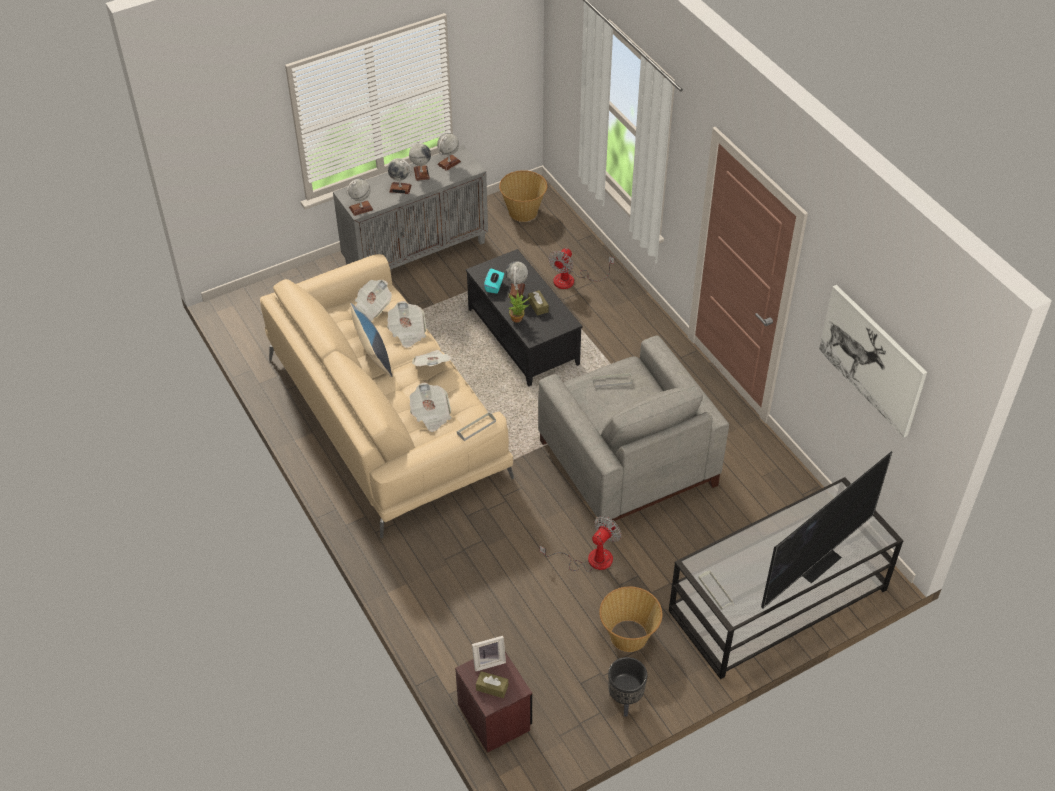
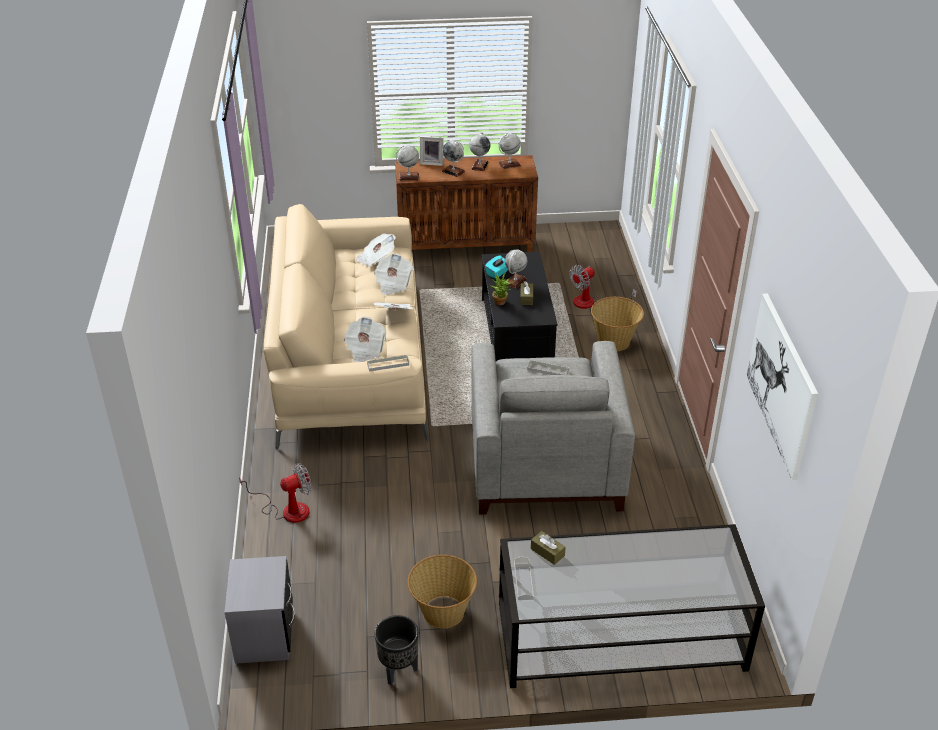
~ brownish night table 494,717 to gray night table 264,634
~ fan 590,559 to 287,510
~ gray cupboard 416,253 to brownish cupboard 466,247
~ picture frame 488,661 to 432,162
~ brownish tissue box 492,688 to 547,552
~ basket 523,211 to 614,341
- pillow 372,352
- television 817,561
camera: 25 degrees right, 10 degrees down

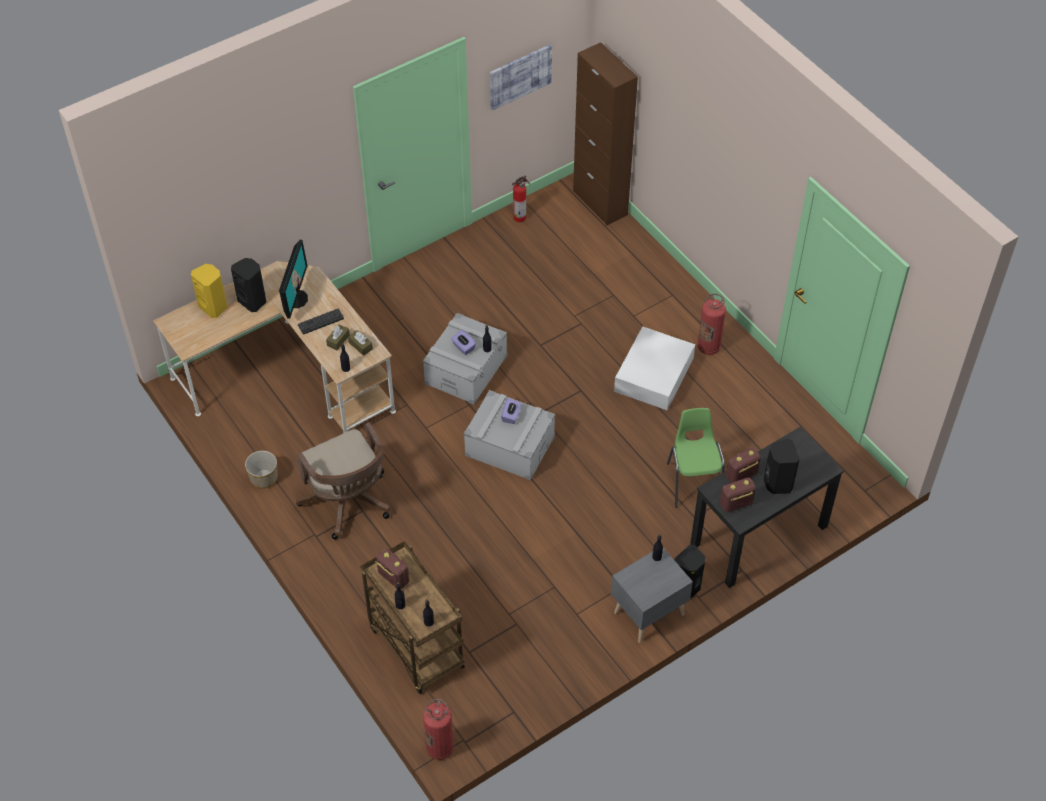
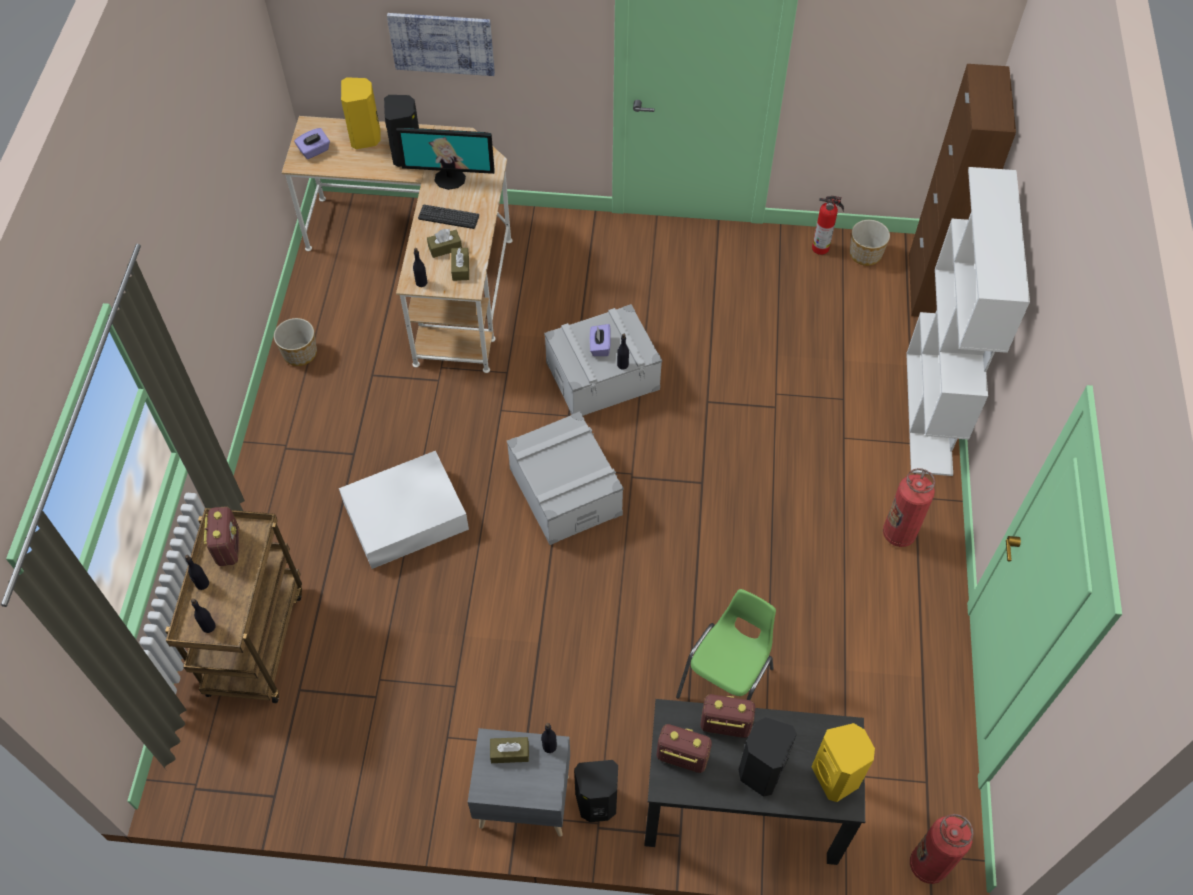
~ purple-coloured tissue box 511,416 to 314,151
~ white-coloured storage container 654,374 to 407,516
~ wall picture 520,76 to 442,43
~ computer screen 296,299 = 450,178 45 degrees clockwise
+ brownish tissue box 509,753
+ yellow-coloured audio speaker 837,776
+ flower pot 865,254
+ white-coloured bookshelf 929,413
~ extinguisher 440,748 to 928,865
- brownish computer chair 348,503
camera: 40 degrees right, 5 degrees up

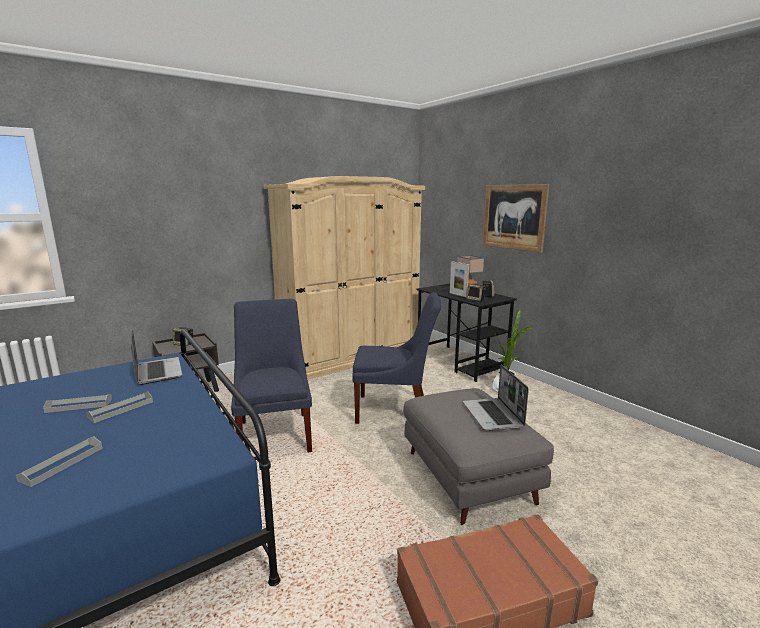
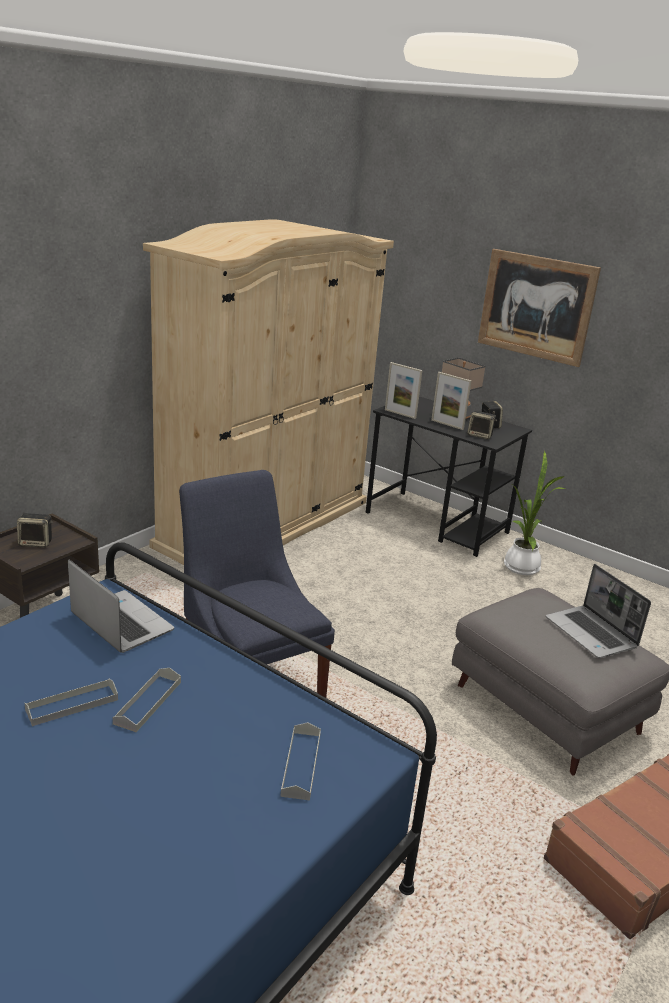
~ gray carrying tray 62,463 to 301,764
+ picture frame 400,414
- bluish upright chair 396,410
camera: 20 degrees left, 10 degrees up

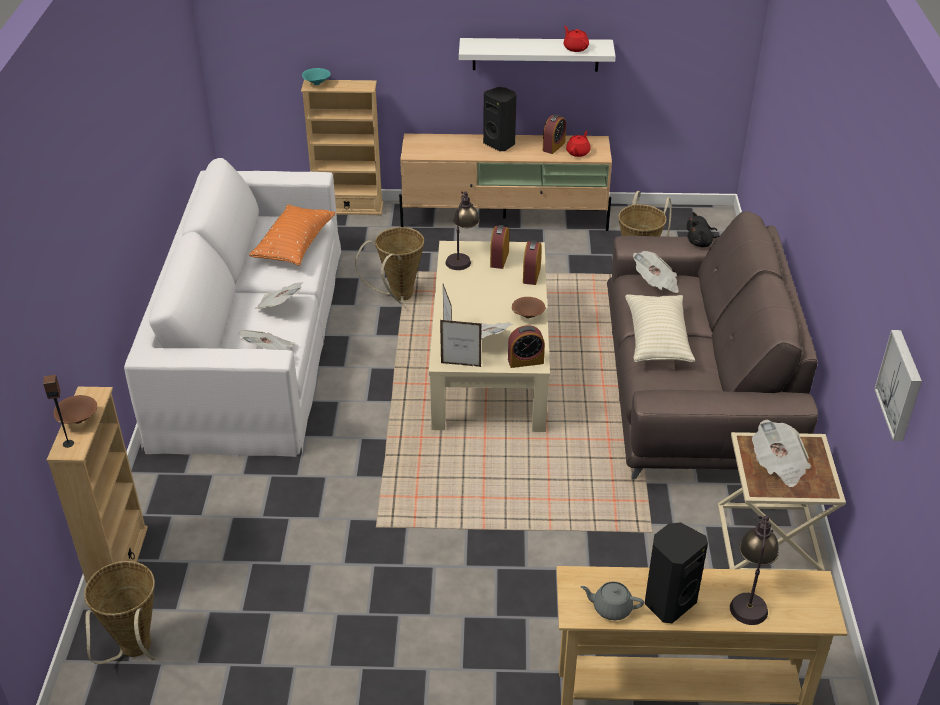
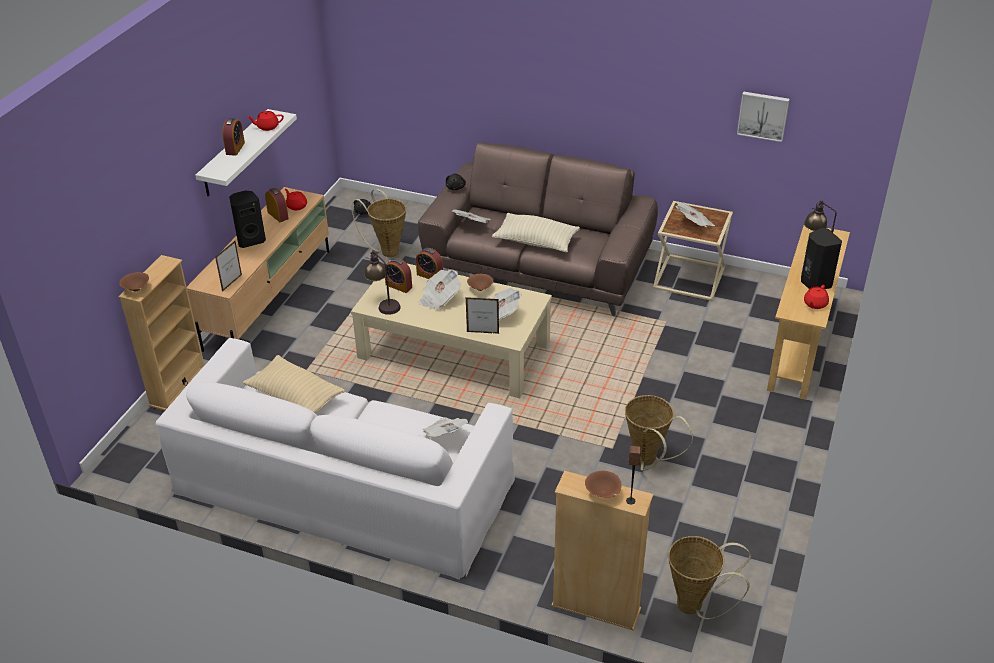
~ turquoise deep dish 316,84 to brownish deep dish 136,290
~ picture frame 461,365 to 232,283
~ table clock 525,361 to 235,148
~ orangey pillow 294,245 to sand-coloured pillow 295,396
~ printed paper 280,306 to 439,299
~ basket 397,297 to 648,462
~ gray tea pot 611,608 to red tea pot 815,304
camera: 70 degrees left, 0 degrees up

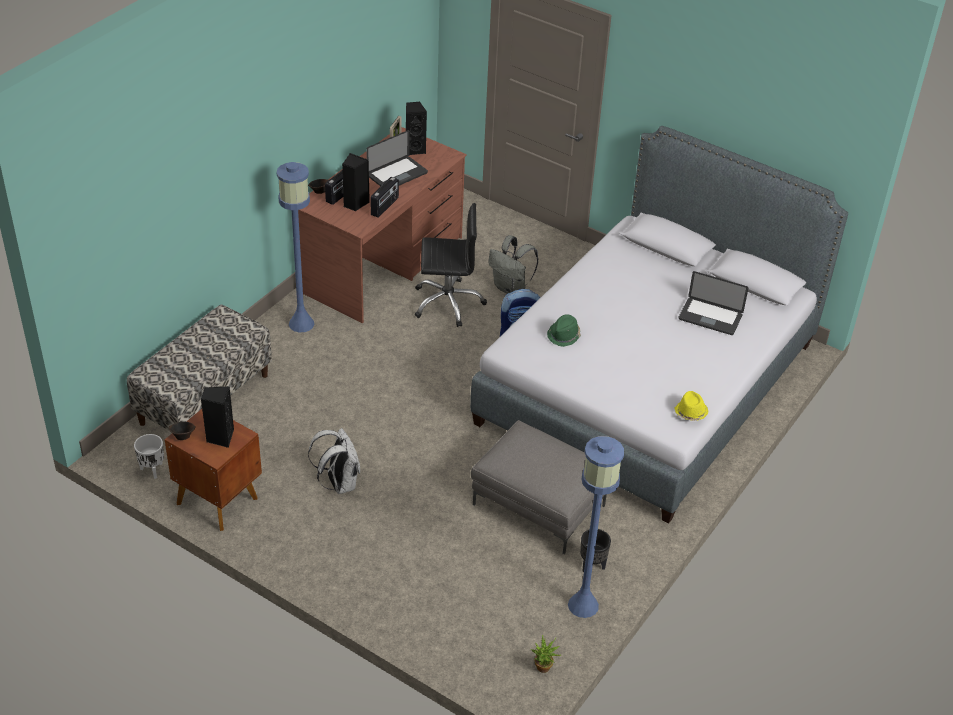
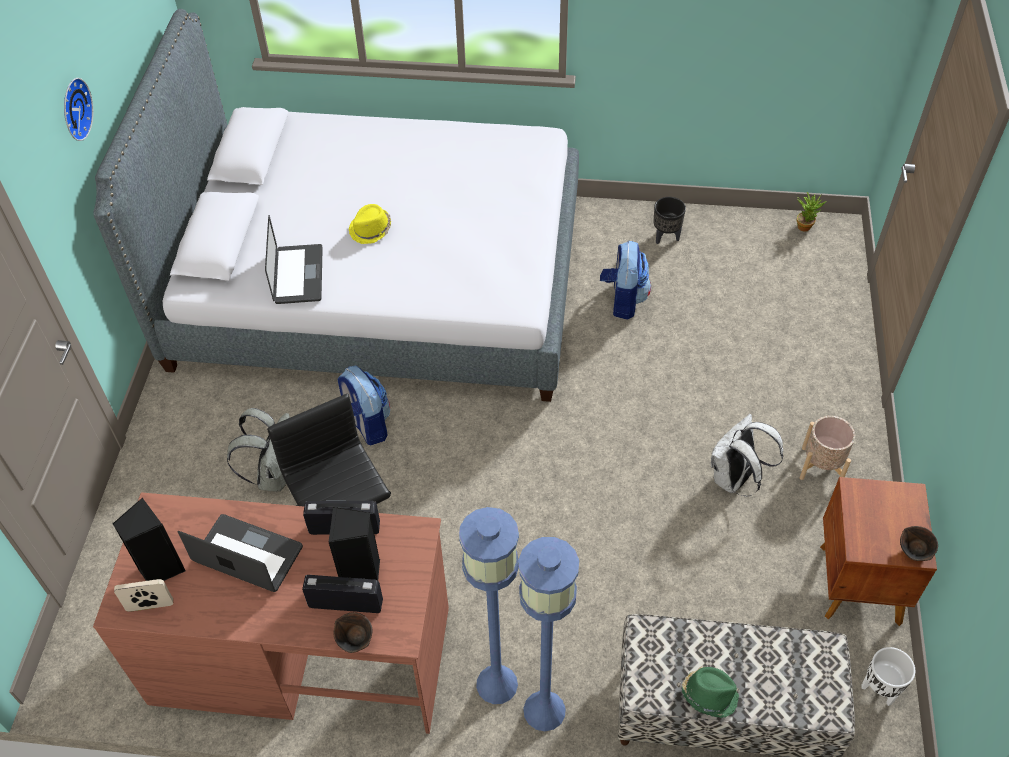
+ clock on the wall 73,109
~ laptop 710,317 to 298,275
~ yellow-coloured clothing hat 690,413 to 371,230
~ bluish standard lamp 583,605 to 545,710
~ gray footrest 540,505 to backpack 623,300
~ greenish clothing hat 564,335 to 709,694
+ sand-coloured flower pot 821,466
- blackish audio speaker 220,437
camera: 115 degrees left, 10 degrees up

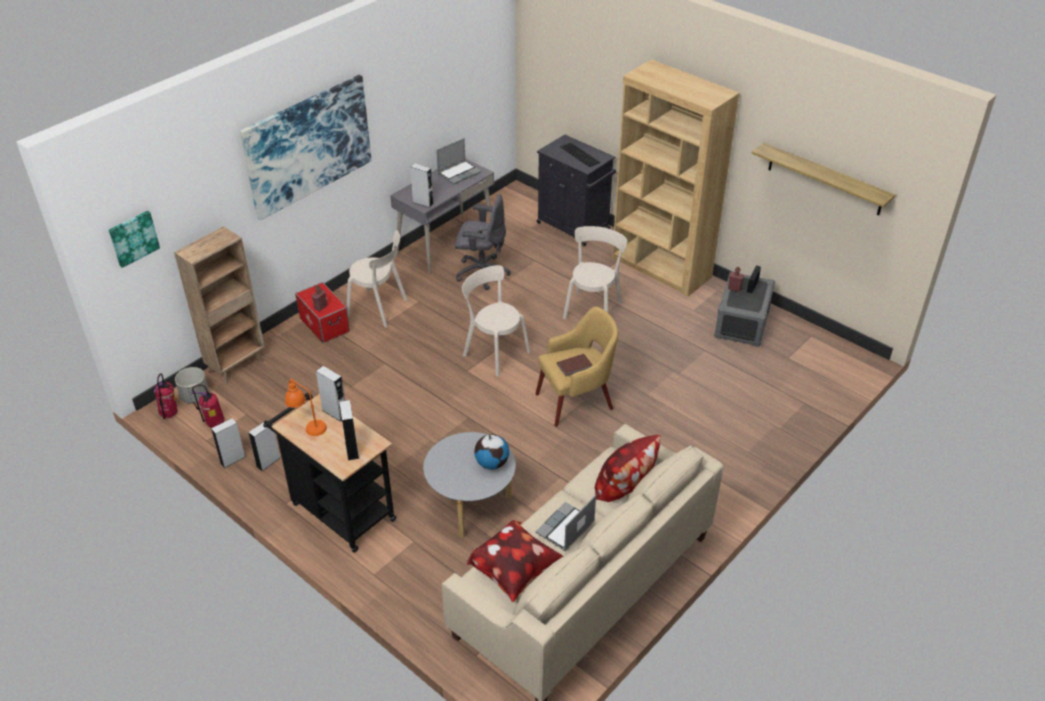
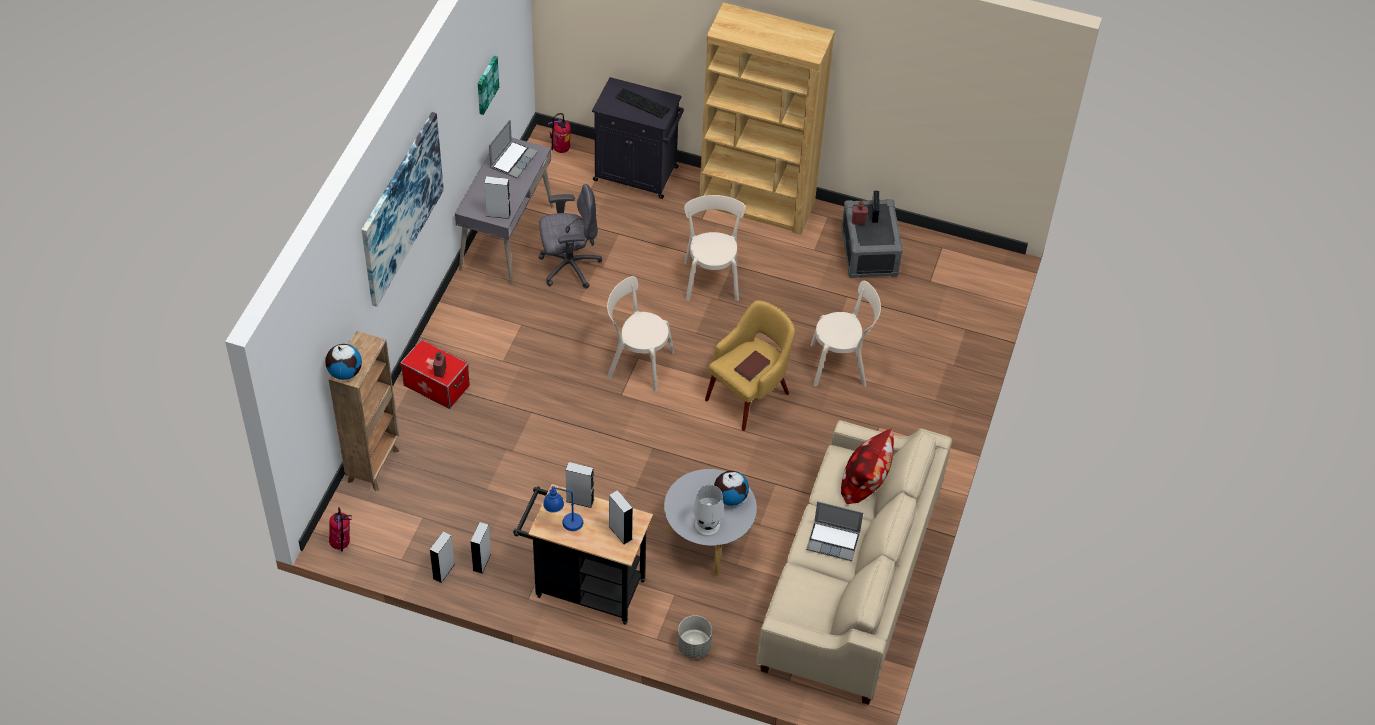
+ world globe 345,372
~ wall picture 133,238 to 486,84
~ orangey tabletop lamp 307,426 to bluish tabletop lamp 563,523
~ extinguisher 214,424 to 561,150
~ gray flower pot 195,397 to 694,646
+ white-coloured tabletop lamp 707,525
~ laptop 565,528 = 834,541 90 degrees counterclockwise
~ sand-coloured upright chair 379,308 to 842,365
- pillow 516,573
- shelf 825,179
camera: 25 degrees left, 10 degrees up

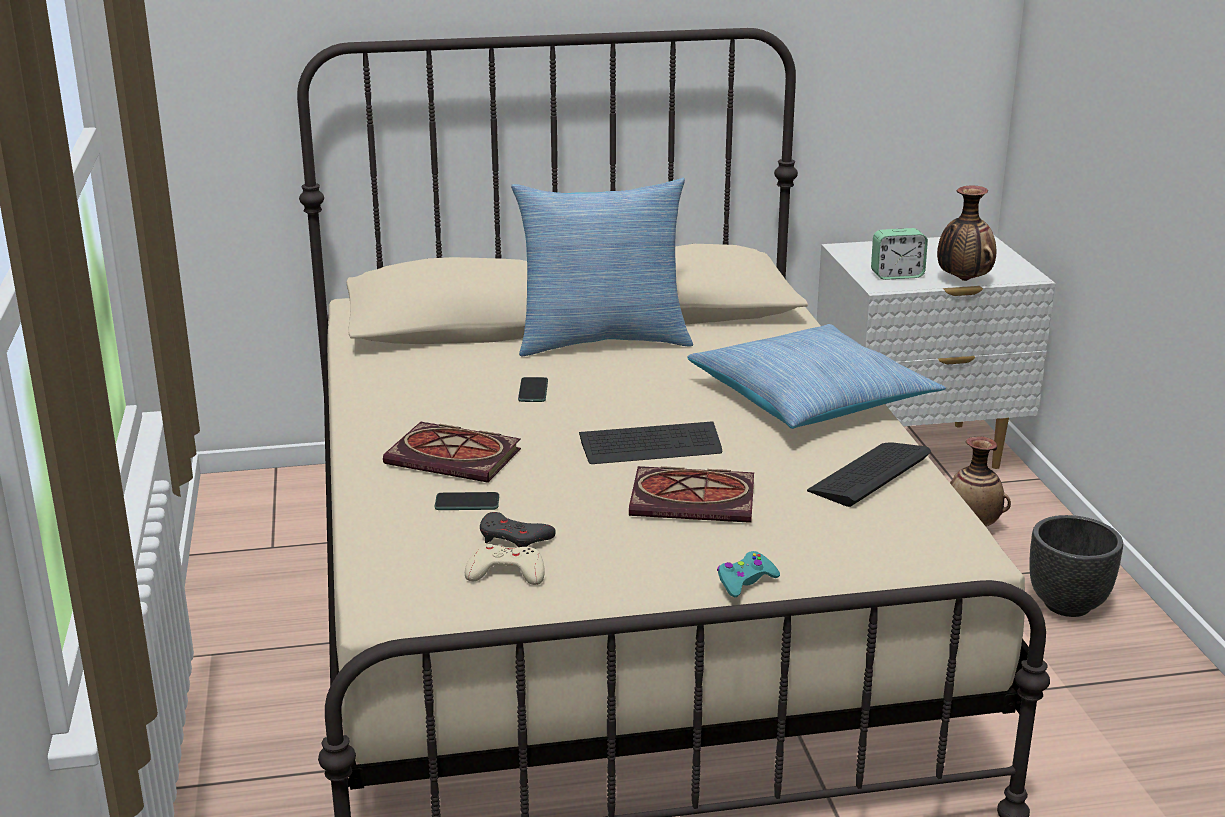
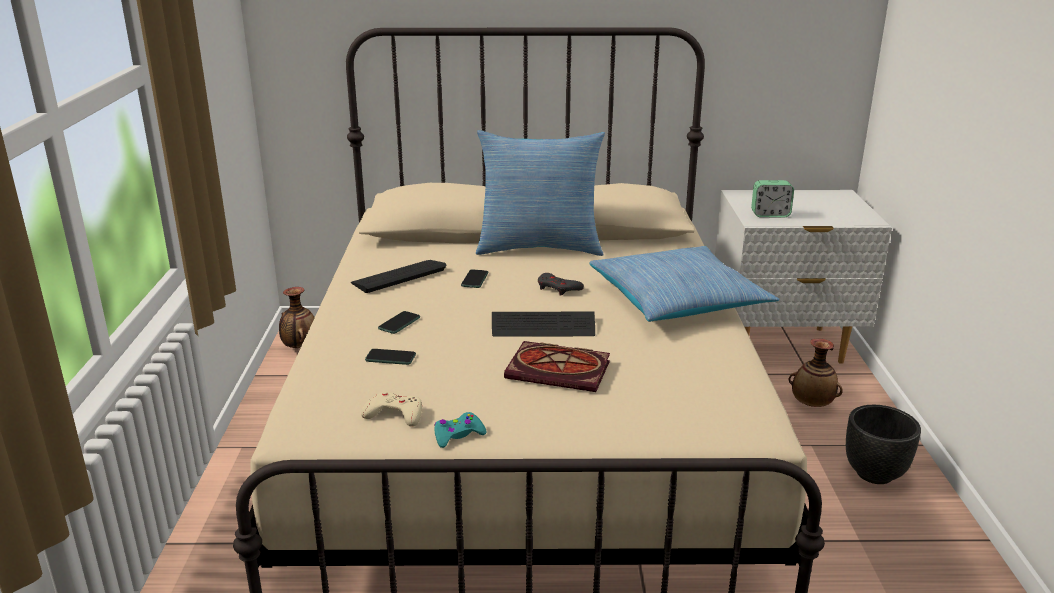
~ vase 963,280 to 300,347
~ keyboard 869,475 to 398,276
~ book 457,457 to handset 399,323
~ turquoise joypad 745,581 to 458,435
~ gray joypad 514,538 to 558,288
camera: 10 degrees right, 0 degrees up

